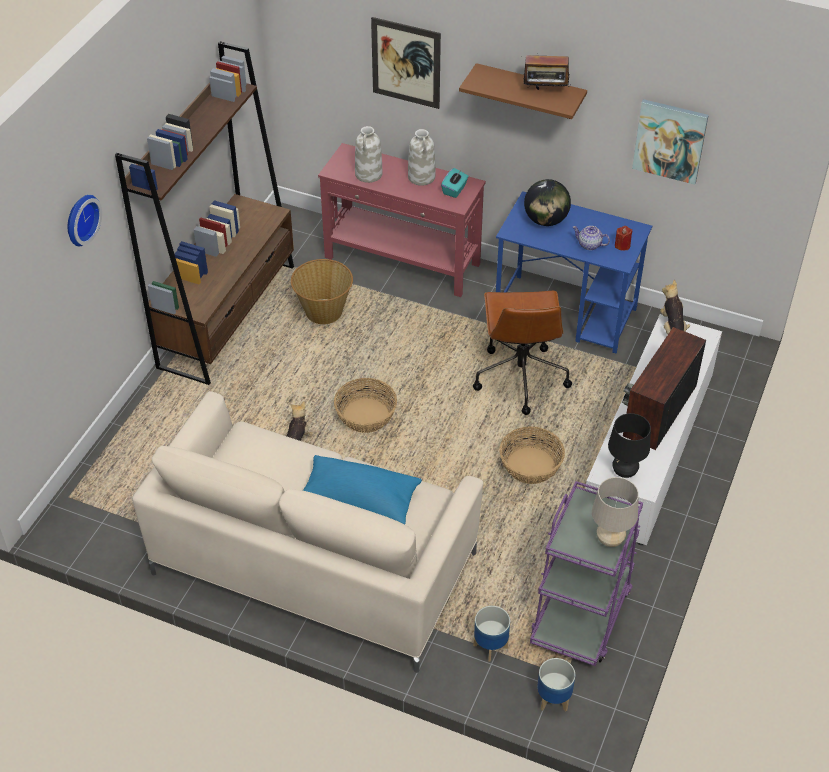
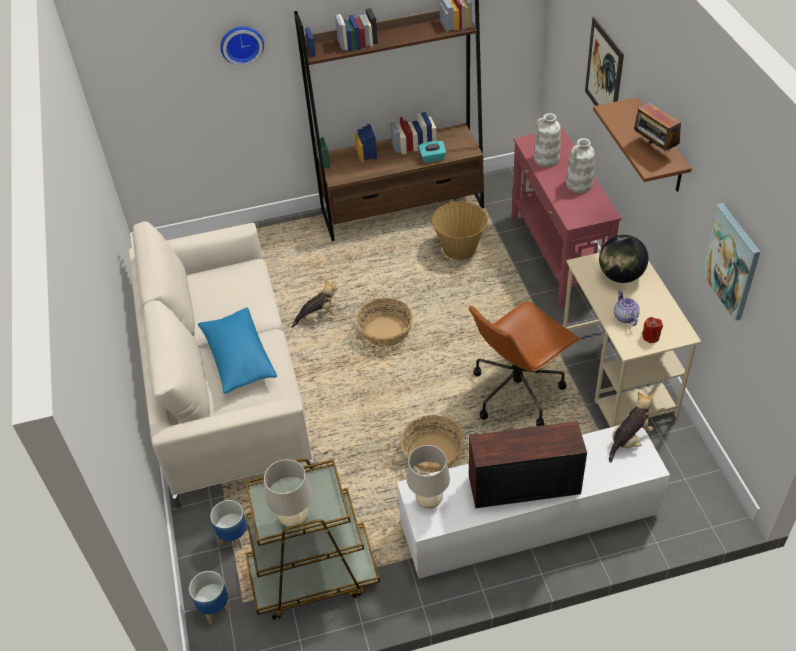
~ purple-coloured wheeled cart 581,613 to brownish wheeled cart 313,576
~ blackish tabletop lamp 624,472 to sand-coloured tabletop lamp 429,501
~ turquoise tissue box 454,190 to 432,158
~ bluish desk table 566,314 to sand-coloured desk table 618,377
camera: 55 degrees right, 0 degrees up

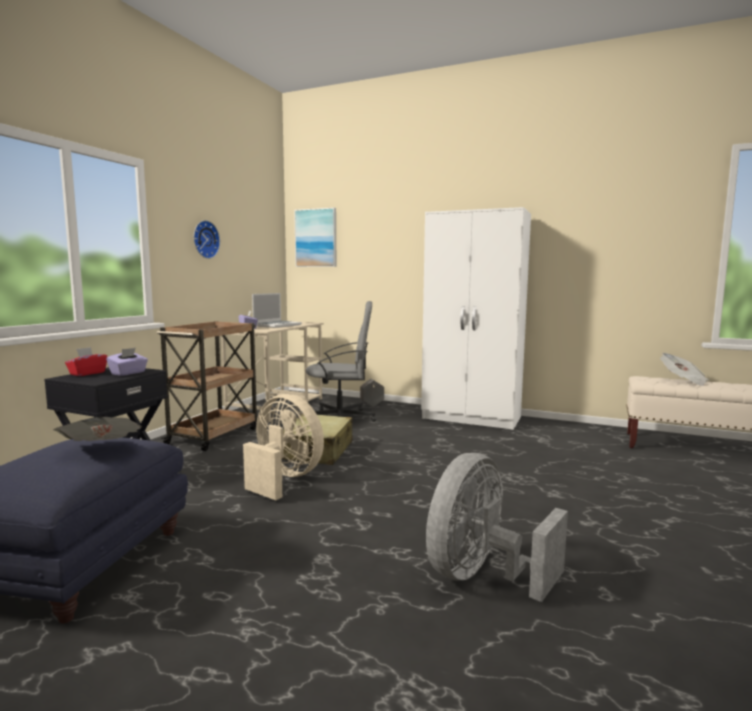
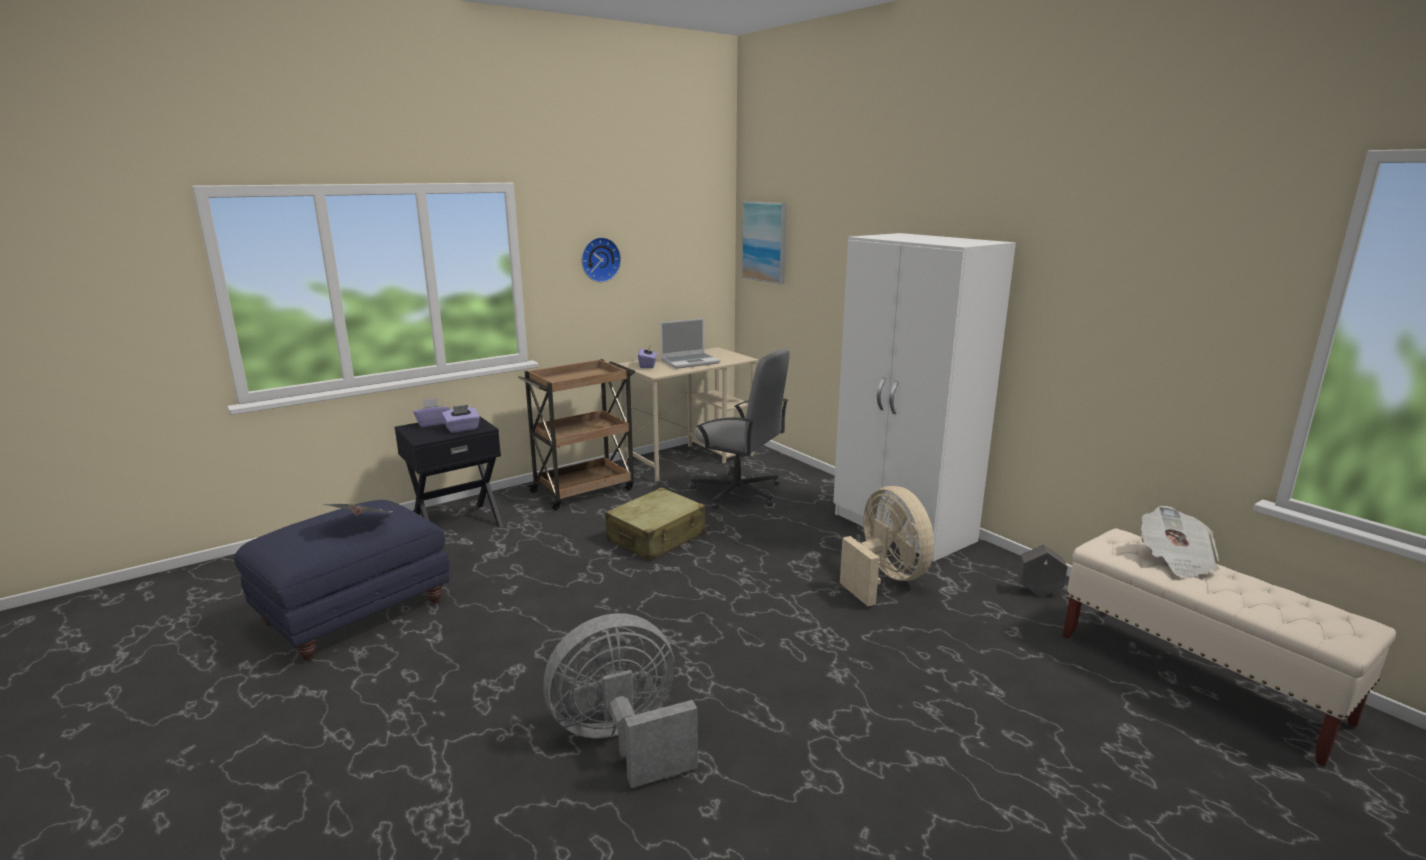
~ red tissue box 87,373 to purple-coloured tissue box 432,423
~ sand-coloured fan 283,479 to 885,579
~ gray flower pot 372,405 to 1038,592
camera: 30 degrees right, 10 degrees up

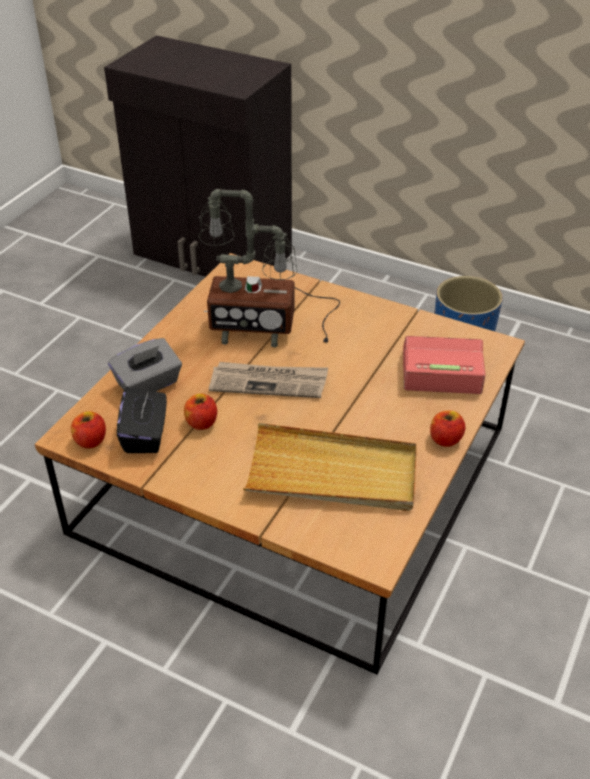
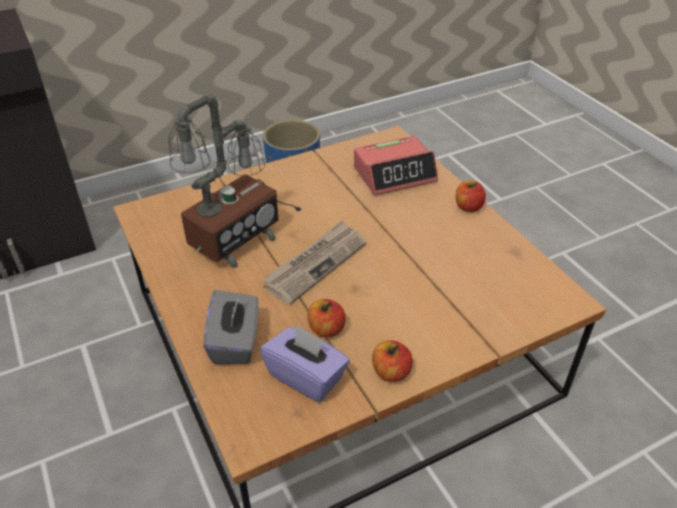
~ blackish tissue box 145,435 to purple-coloured tissue box 306,376
~ table clock 440,372 = 395,174 150 degrees counterclockwise
~ whole apple 90,441 to 391,372
- sand-coloured carrying tray 332,473
camera: 55 degrees left, 0 degrees up

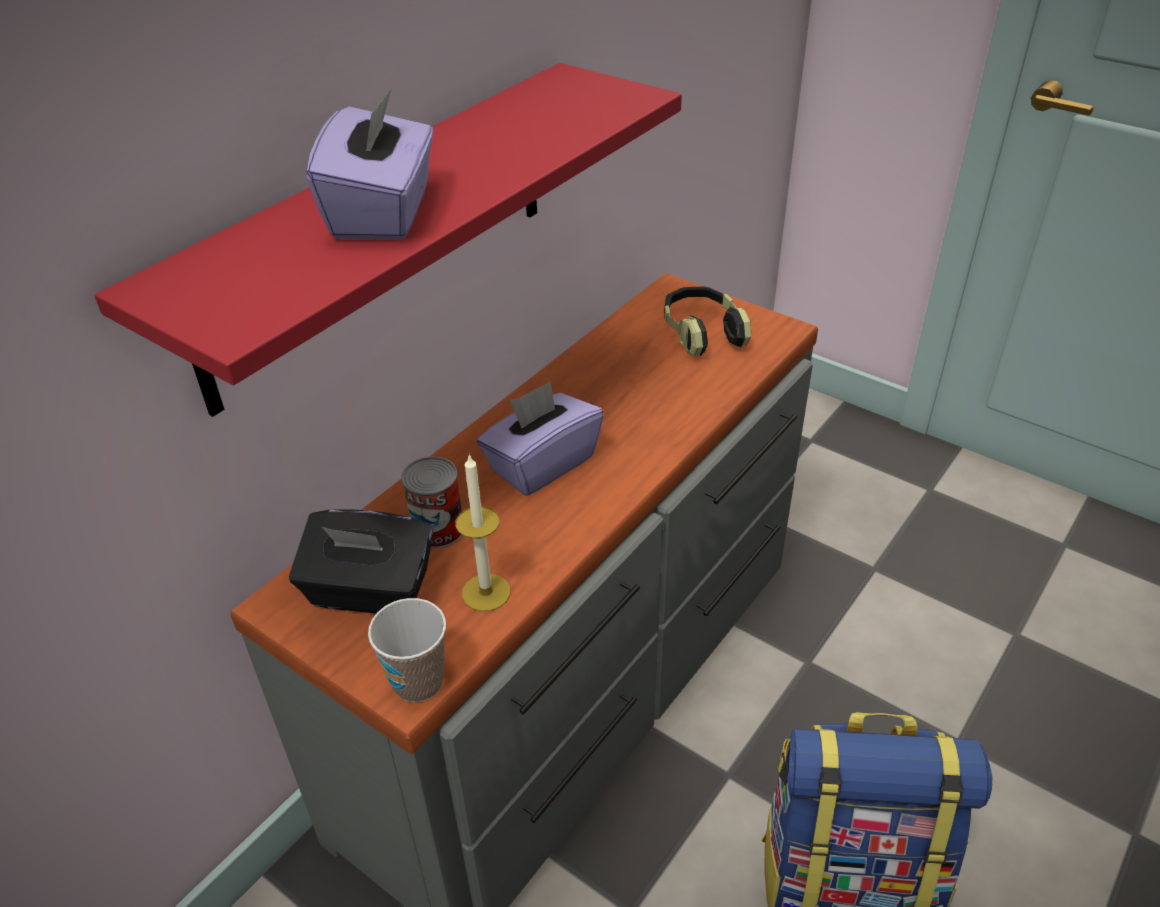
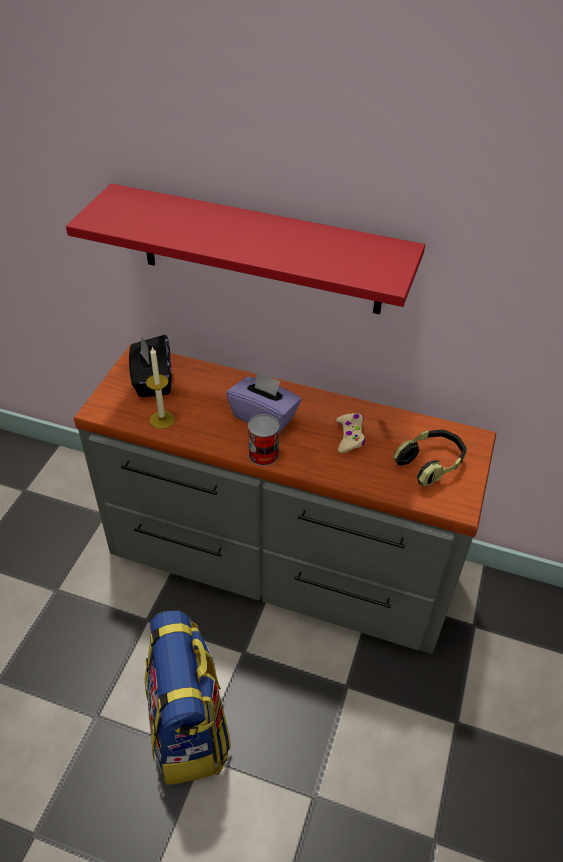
~ sealed can 438,529 to 263,454
+ sand-coloured joypad 350,436
- purple-coloured tissue box 384,212
- cup 418,682
camera: 70 degrees right, 5 degrees up

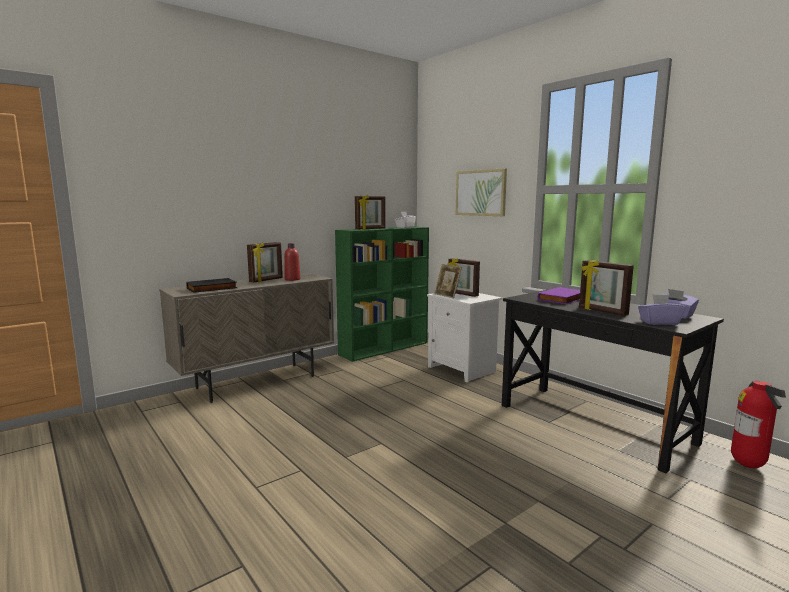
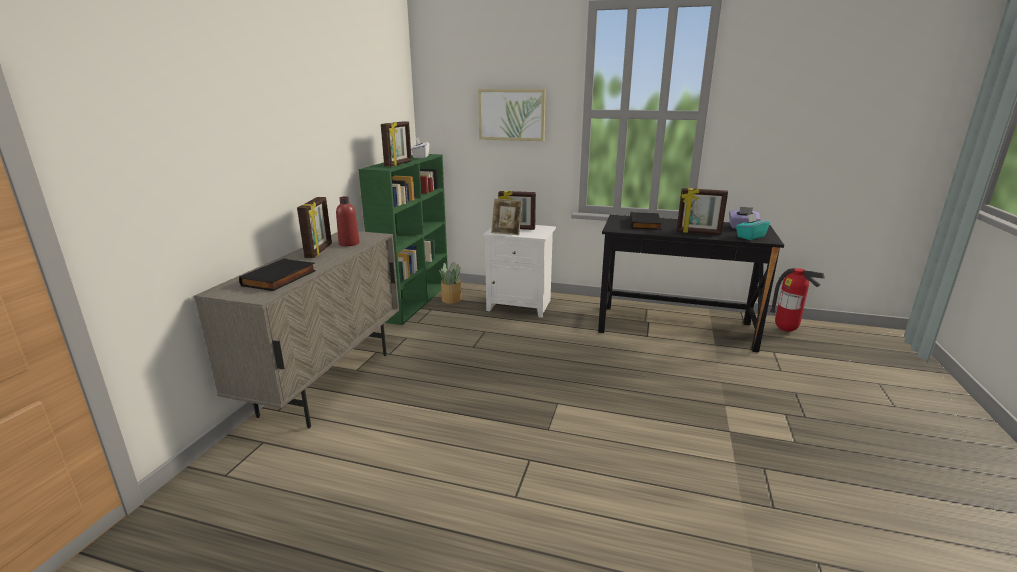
+ potted plant 451,299
~ purple-coloured book 563,299 to blackish book 646,224
~ purple-coloured tissue box 659,322 to turquoise tissue box 750,237
camera: 35 degrees left, 10 degrees up

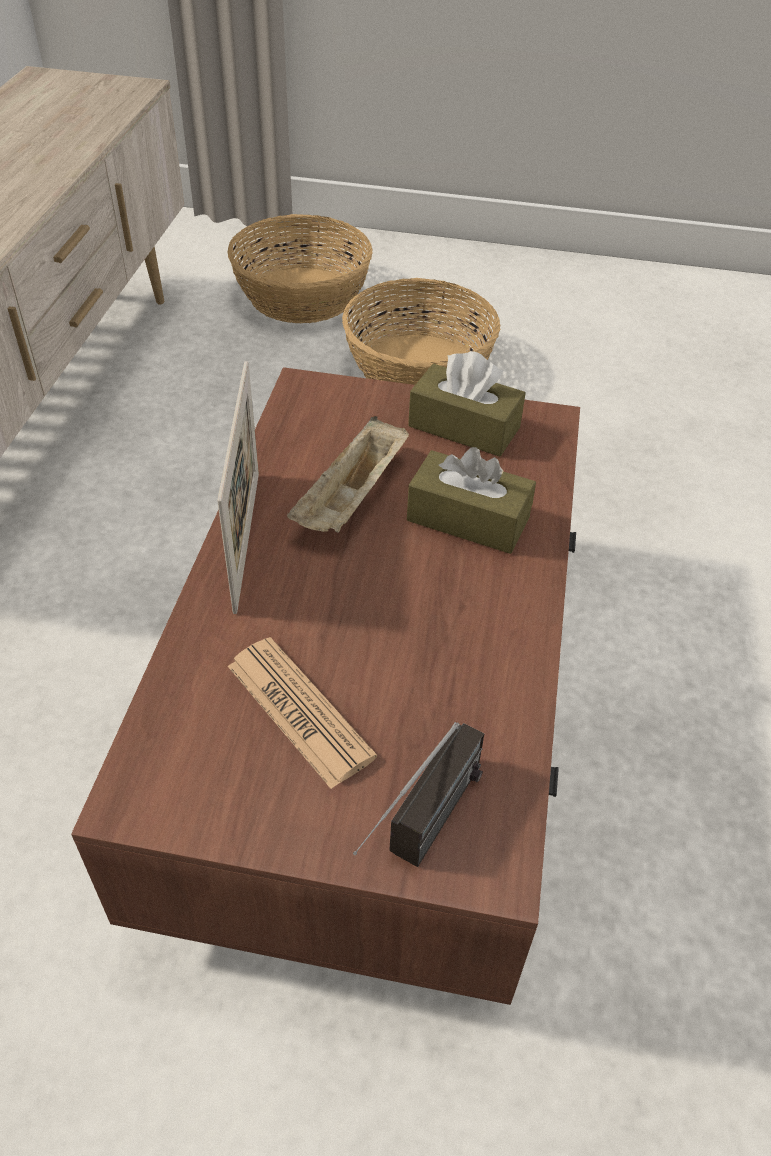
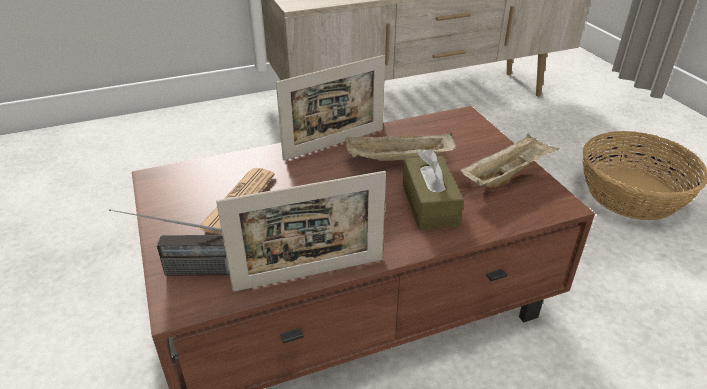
+ picture frame 309,274
~ brownish tissue box 464,427 to sand-coloured carrying tray 506,175
- basket 302,295
camera: 60 degrees right, 10 degrees down

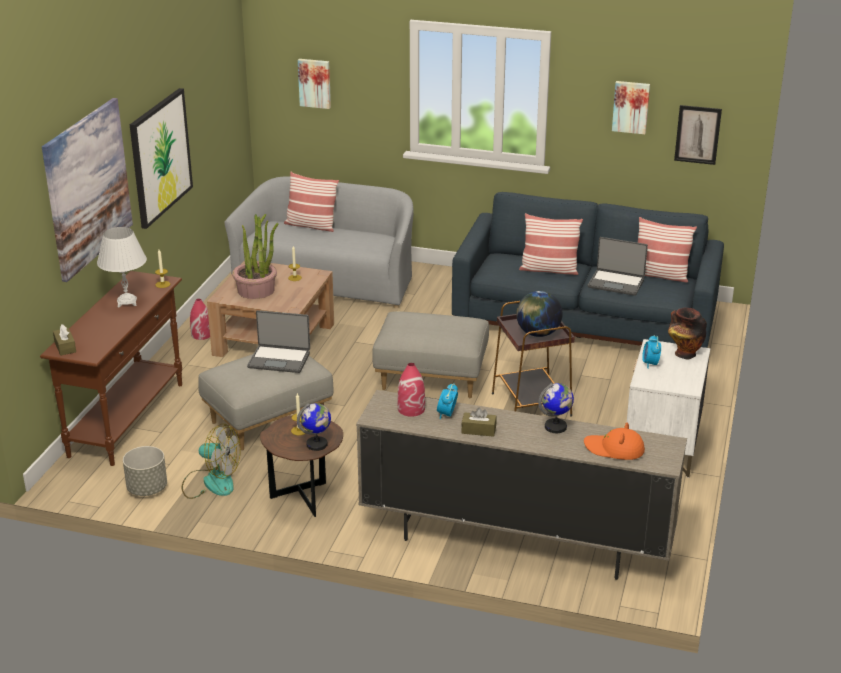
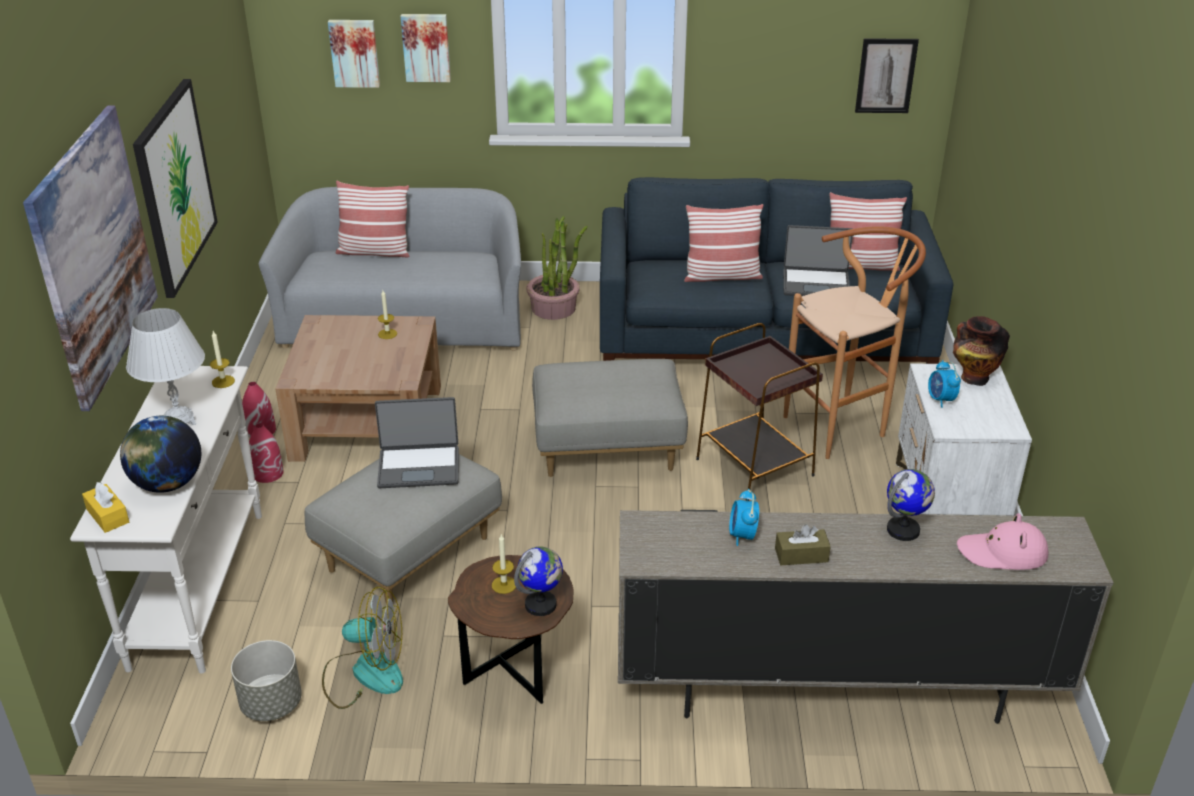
~ brownish console table 128,419 to white-coloured console table 199,587
~ brownish tissue box 65,347 to yellow-coloured tissue box 107,516
~ world globe 538,333 to 167,484
~ red vase 411,409 to 268,473
~ wall picture 631,107 to 426,47
~ potted plant 256,290 to 554,308
+ brownish sitting stool 843,425
~ orangey clothing hat 614,449 to pinkish clothing hat 1002,553
camera: 15 degrees left, 5 degrees up

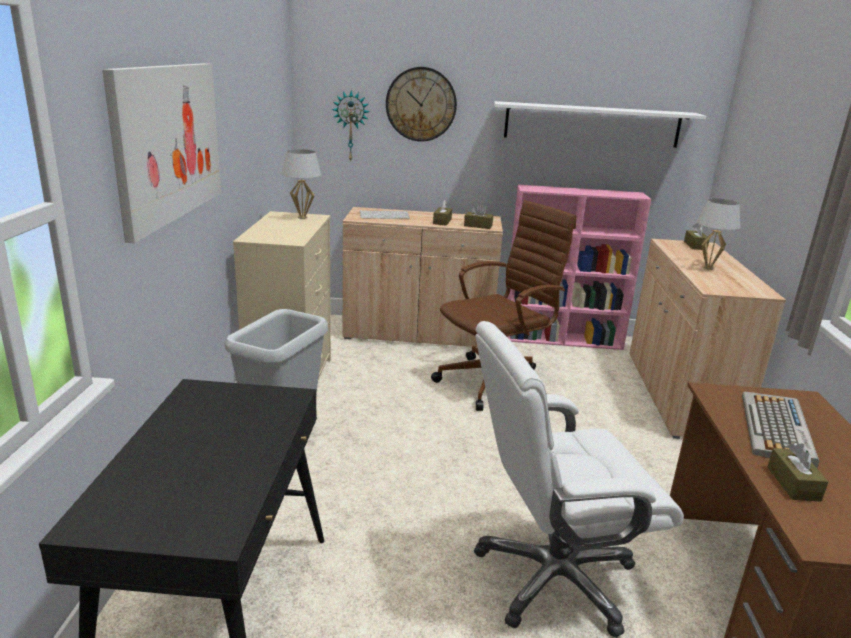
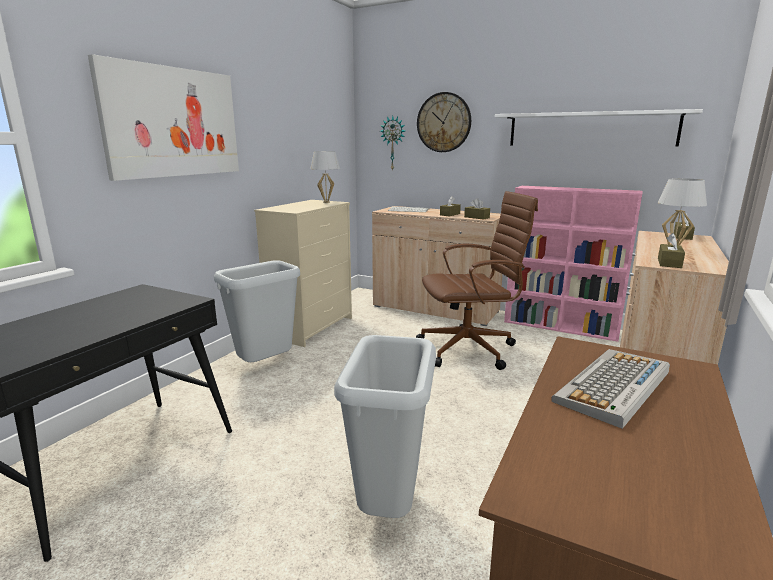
~ white-coloured computer chair 553,577 to gray waste bin 387,507
~ brownish tissue box 793,483 to 669,263
camera: 25 degrees right, 5 degrees down

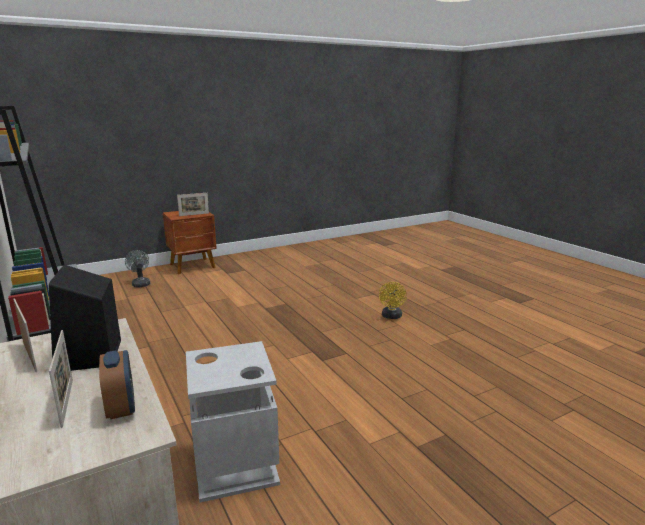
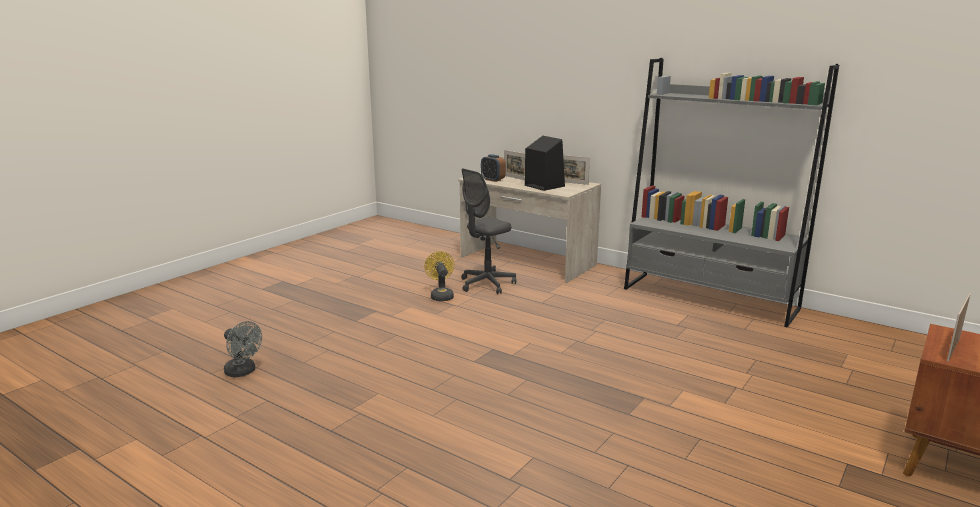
~ gray fan 140,283 to 243,372
~ yellow-coloured fan 391,316 to 441,295
~ gray waste bin 236,466 to gray computer chair 486,284
camera: 155 degrees right, 0 degrees up

